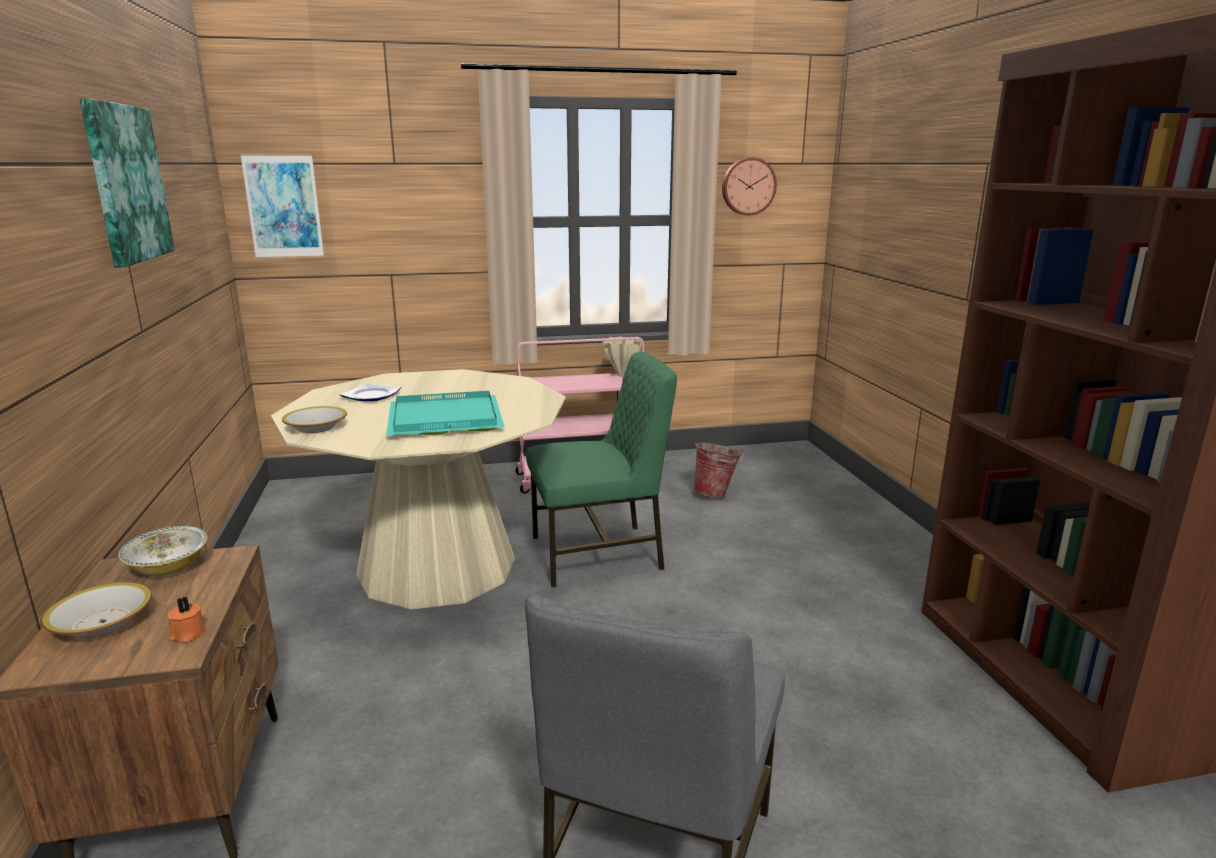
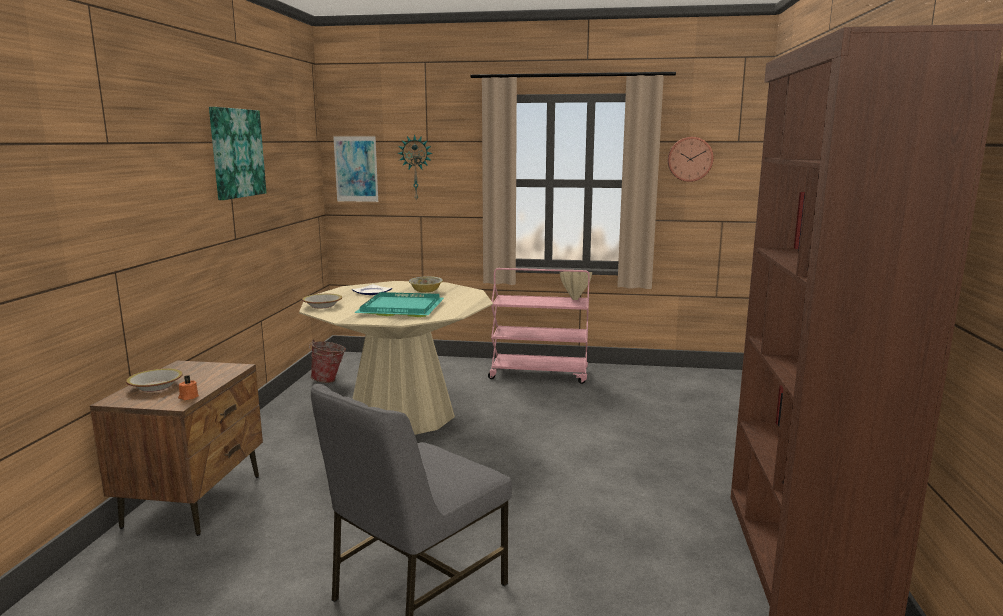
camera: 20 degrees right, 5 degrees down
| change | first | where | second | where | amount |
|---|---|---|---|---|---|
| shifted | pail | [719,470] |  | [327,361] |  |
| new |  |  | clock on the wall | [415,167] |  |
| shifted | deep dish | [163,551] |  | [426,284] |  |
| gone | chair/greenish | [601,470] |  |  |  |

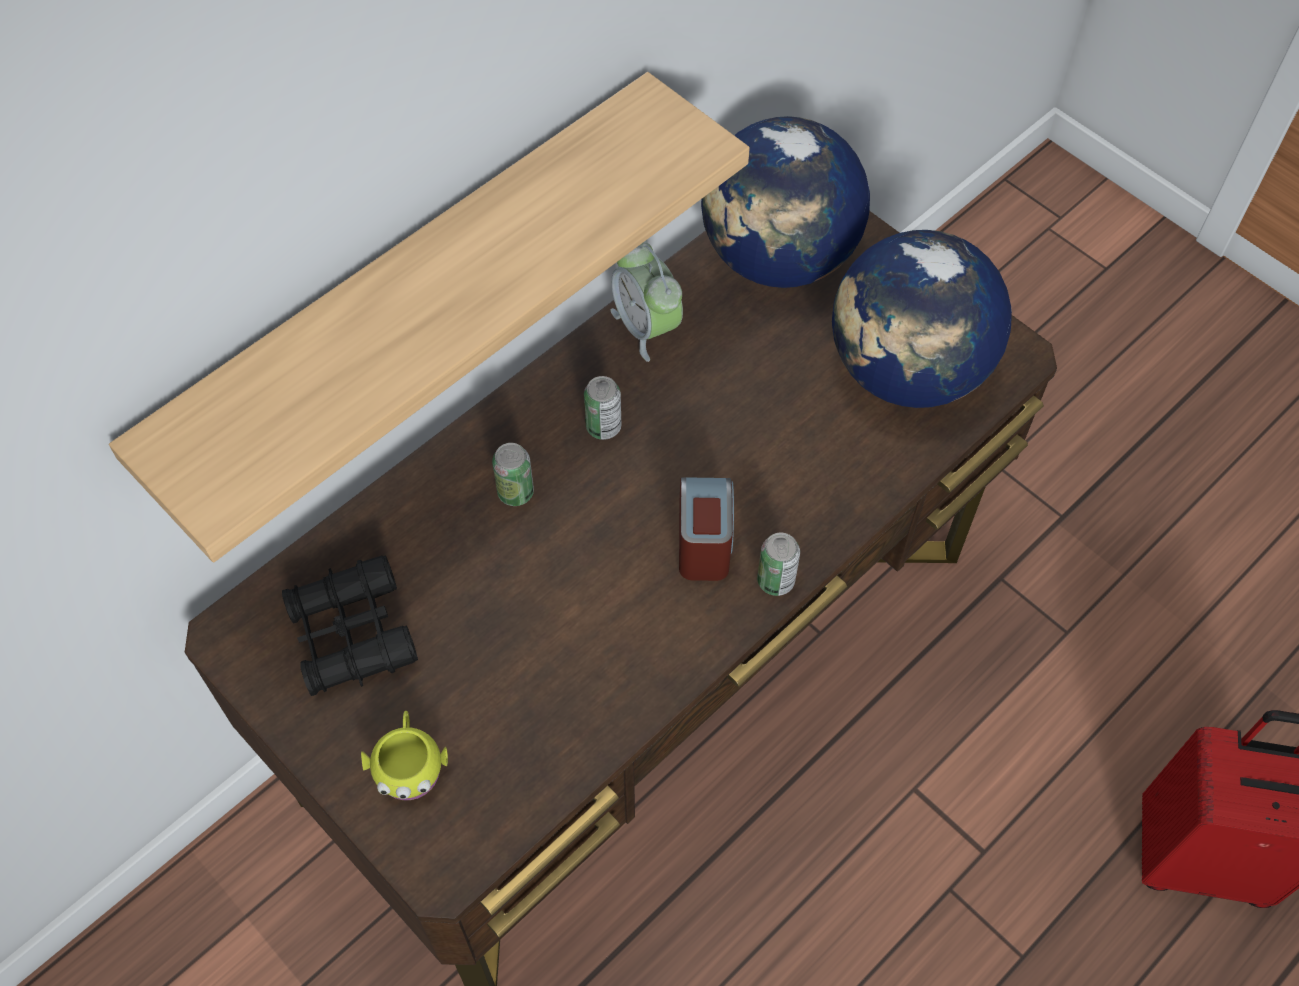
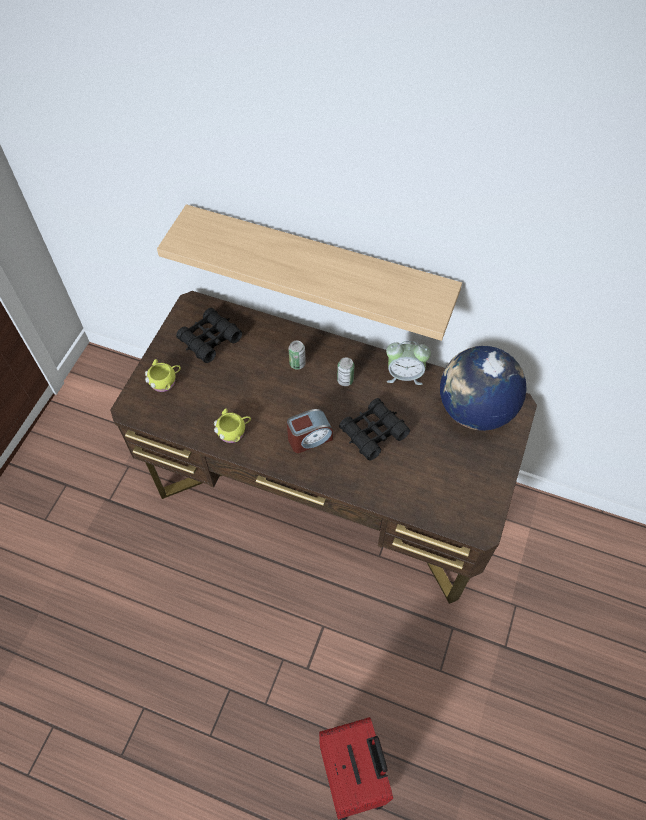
camera: 65 degrees right, 0 degrees up
| change | first | where | second | where | amount |
|---|---|---|---|---|---|
| new |  |  | mug/yellowish | [232,425] |  |
| new |  |  | pair of binoculars/black | [374,429] |  |
| rotated | alarm clock | [646,301] |  | [408,363] | 120 degrees counterclockwise |
| gone | sealed can | [778,564] |  |  |  |
| gone | world globe | [922,319] |  |  |  |

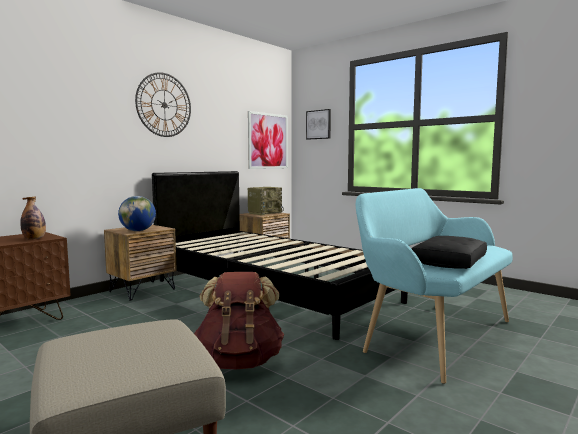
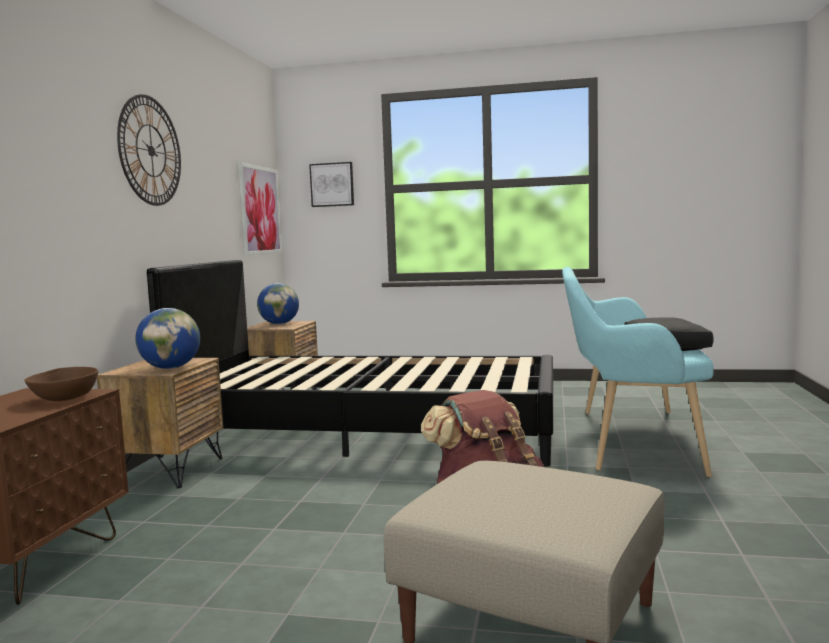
camera: 30 degrees left, 0 degrees up
| change | first | where | second | where | amount |
|---|---|---|---|---|---|
| swapped | bottle | [33,217] | deep dish/brownish | [61,384] |  |
| swapped | radio set | [266,201] | world globe | [278,303] |  |

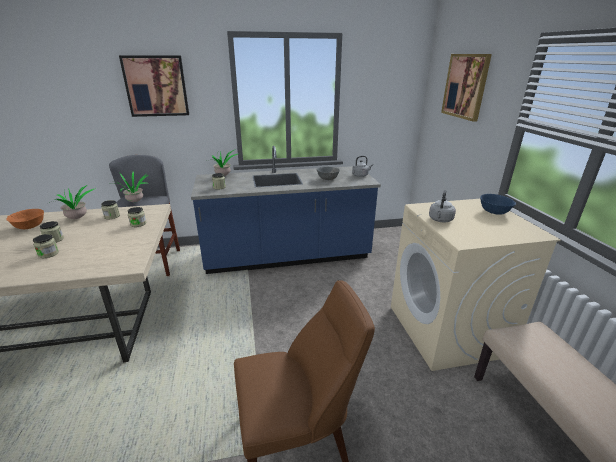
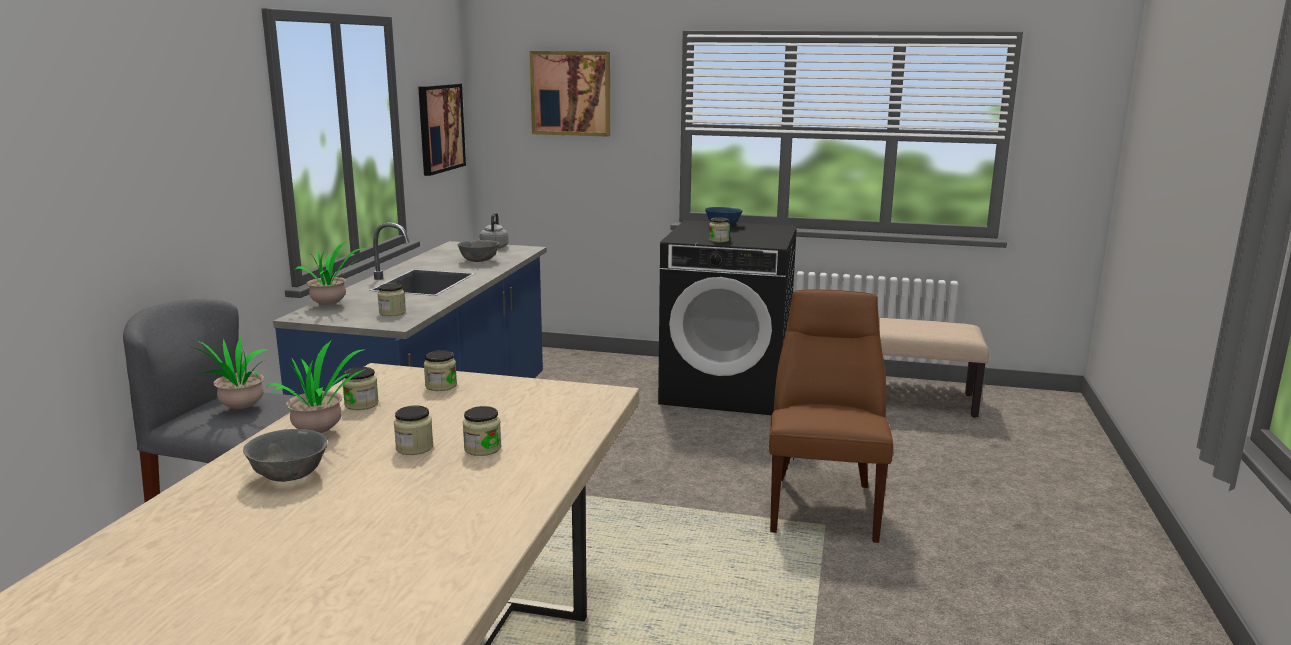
camera: 65 degrees left, 10 degrees down
| change | first | where | second | where | amount |
|---|---|---|---|---|---|
| repainted | deep dish/orange-coloured | [25,219] | deep dish/gray | [285,455] |  |
| shifted | picture | [154,86] |  | [442,130] |  |
| repainted | laundry machine/sand-coloured | [476,285] | laundry machine/black | [727,317] |  |
| swapped | kettle/gray | [442,206] | preserve jar | [719,230] |  |

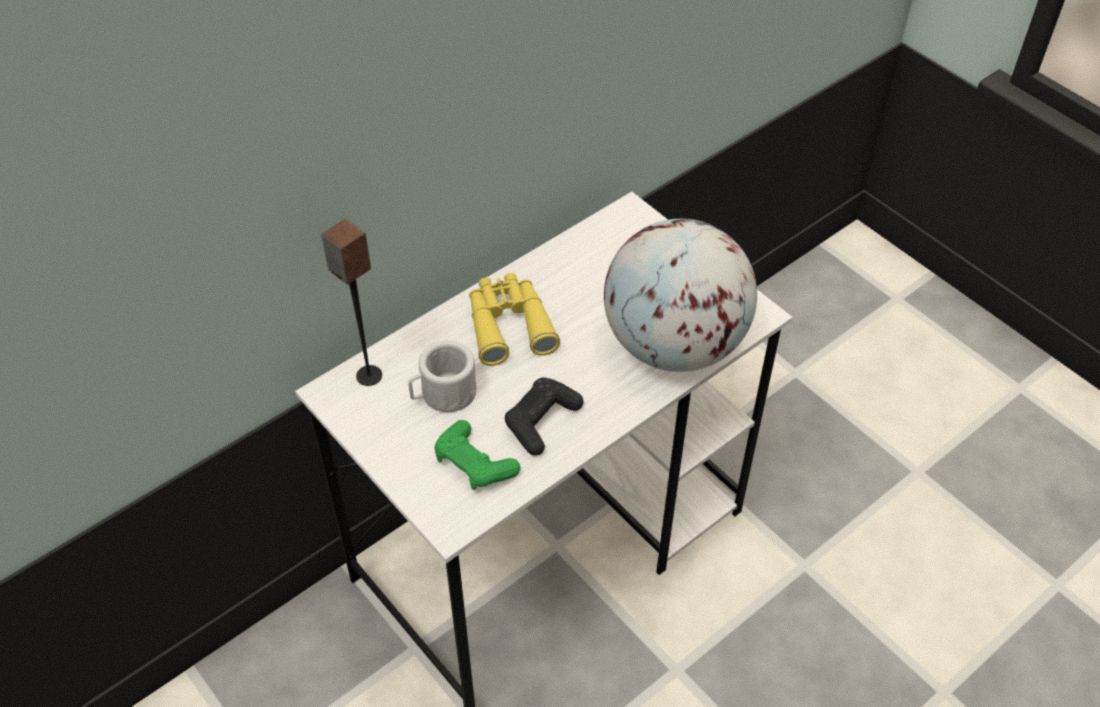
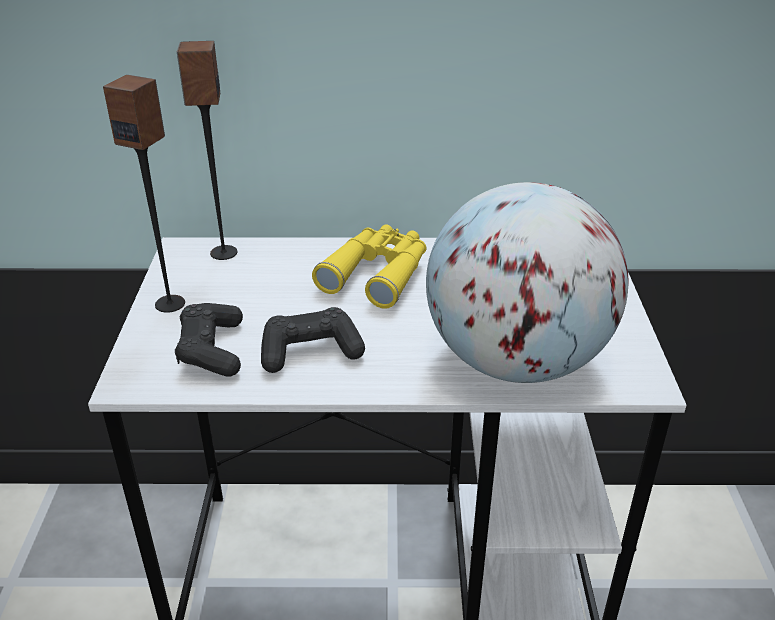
camera: 40 degrees right, 15 degrees down
| change | first | where | second | where | amount |
|---|---|---|---|---|---|
| new |  |  | audio speaker | [144,194] |  |
| repainted | joypad/greenish | [477,455] | joypad/black | [209,340] |  |
| gone | mug/white | [442,376] |  |  |  |

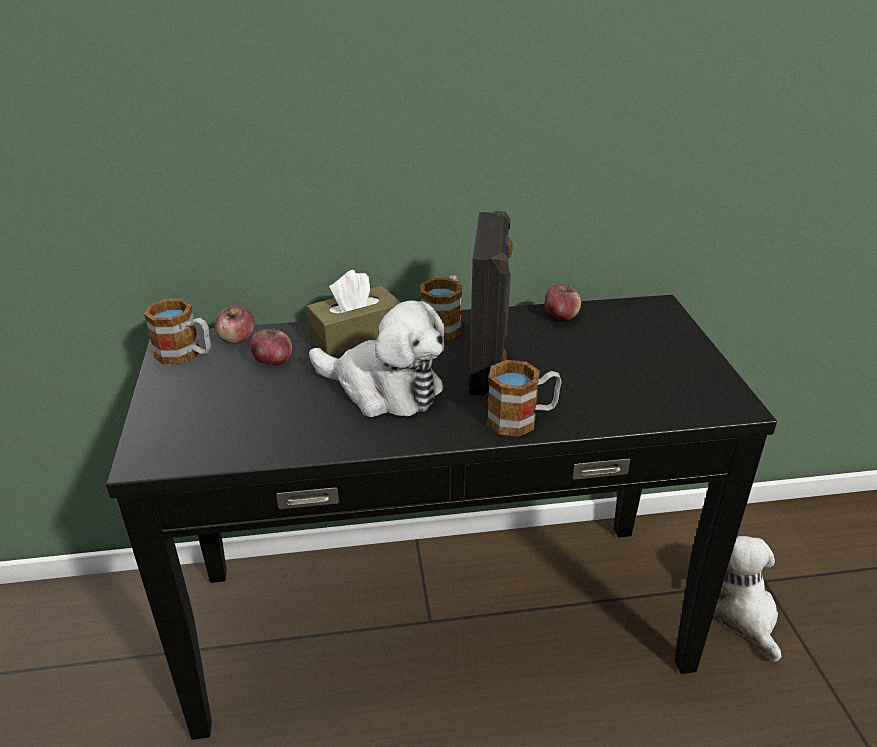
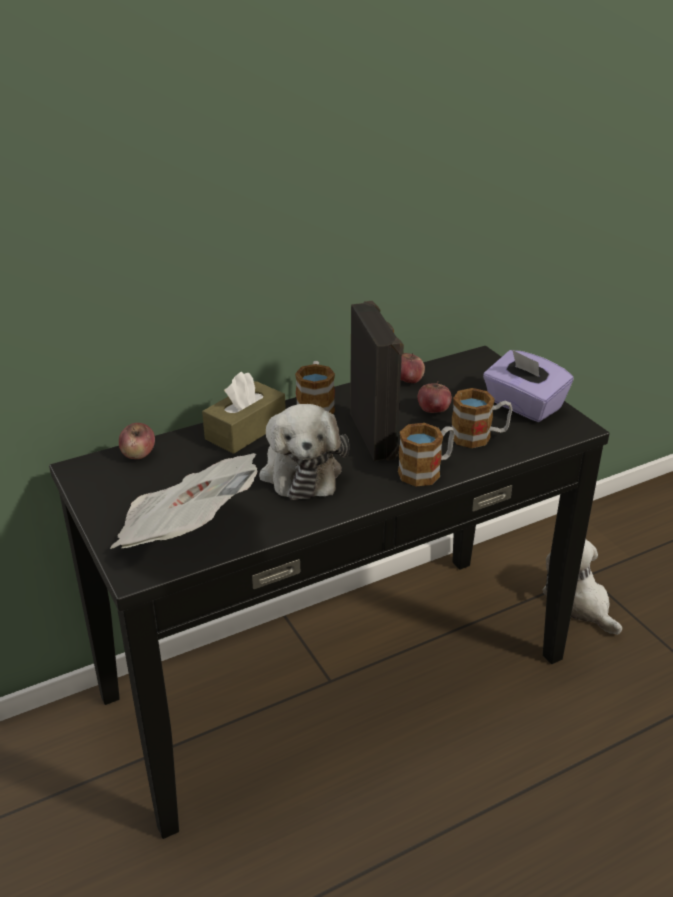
camera: 20 degrees left, 0 degrees up
| change | first | where | second | where | amount |
|---|---|---|---|---|---|
| new |  |  | daily paper | [184,501] |  |
| rotated | cuddly toy | [377,358] |  | [304,452] | 75 degrees clockwise |
| shifted | apple | [271,346] |  | [435,397] |  |
| shifted | mug | [177,332] |  | [482,418] |  |
| new |  |  | box of tissues/purple | [528,385] |  |

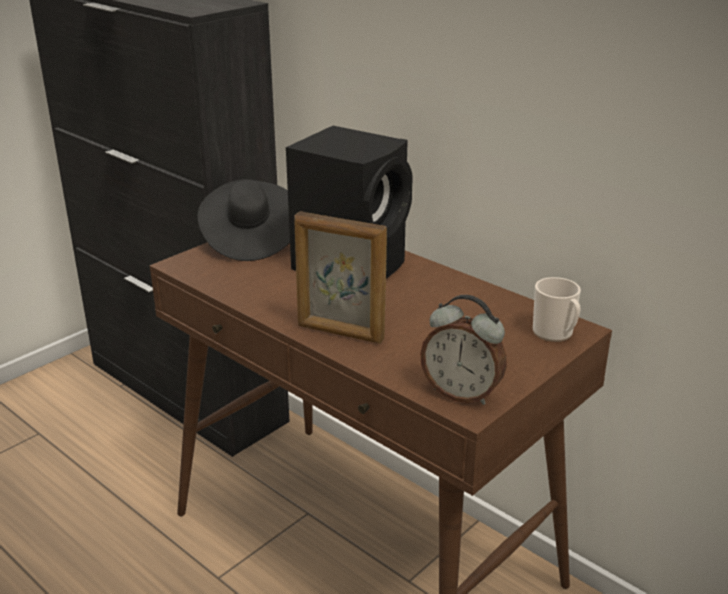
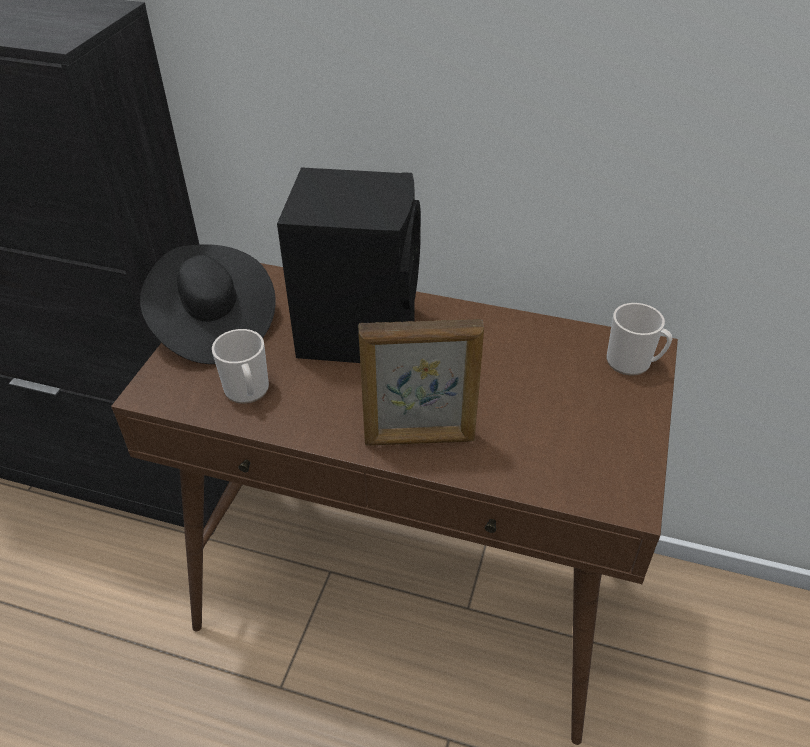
camera: 25 degrees left, 15 degrees up
| change | first | where | second | where | amount |
|---|---|---|---|---|---|
| new |  |  | mug | [240,366] |  |
| gone | alarm clock | [463,350] |  |  |  |

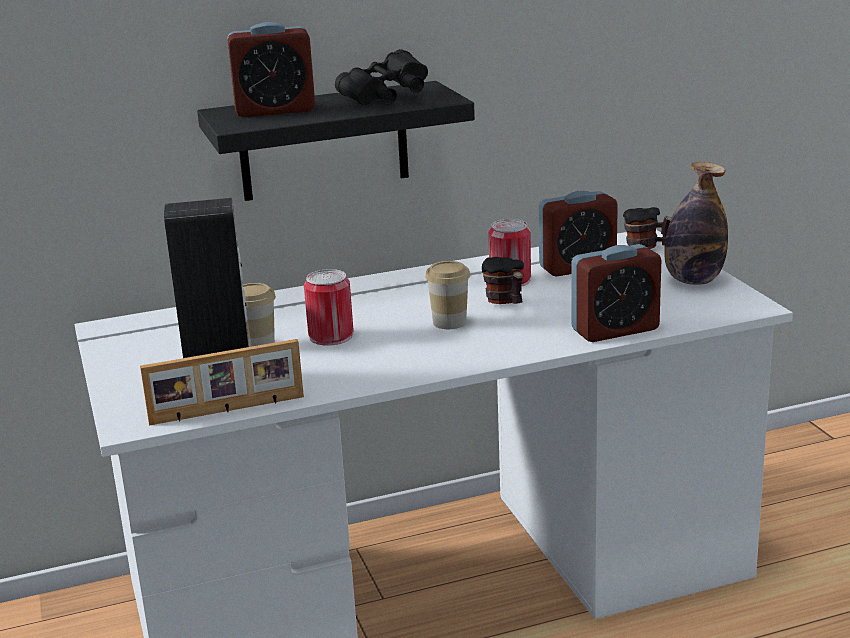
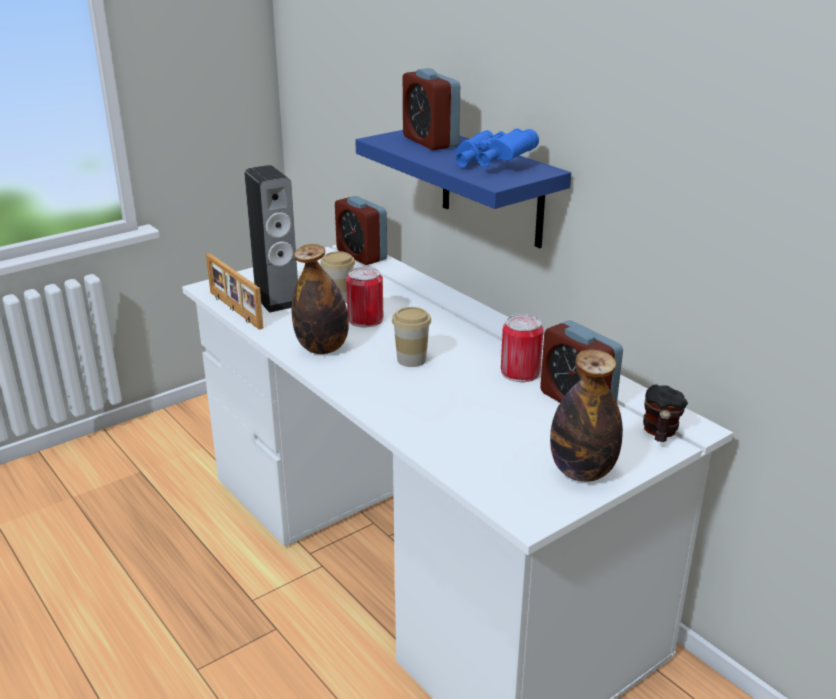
camera: 70 degrees right, 5 degrees up
| change | first | where | second | where | amount |
|---|---|---|---|---|---|
| new |  |  | bottle | [320,299] |  |
| shifted | alarm clock | [616,293] |  | [361,230] |  |
| repainted | bracket shelf/black | [336,141] | bracket shelf/bluish | [463,189] |  |
| repainted | pair of binoculars/black | [381,77] | pair of binoculars/bluish | [497,147] |  |
| gone | mug | [503,280] |  |  |  |

